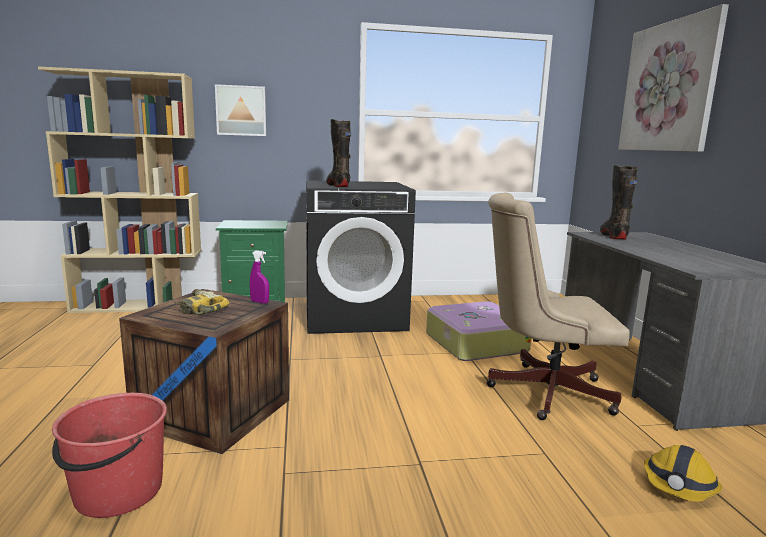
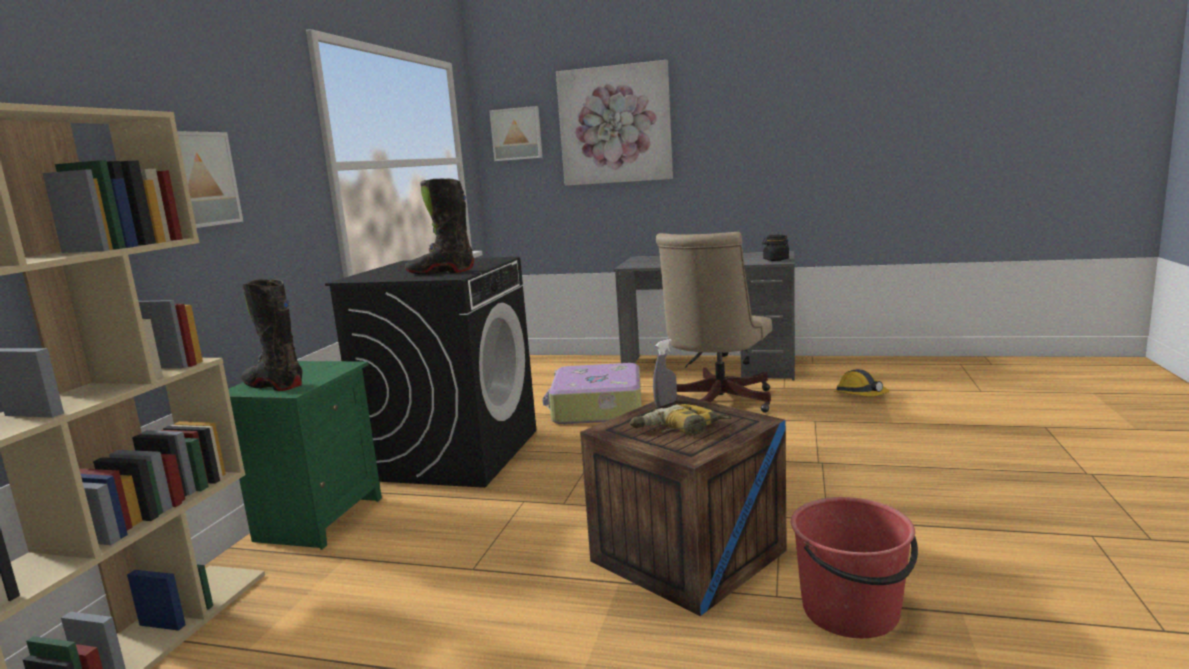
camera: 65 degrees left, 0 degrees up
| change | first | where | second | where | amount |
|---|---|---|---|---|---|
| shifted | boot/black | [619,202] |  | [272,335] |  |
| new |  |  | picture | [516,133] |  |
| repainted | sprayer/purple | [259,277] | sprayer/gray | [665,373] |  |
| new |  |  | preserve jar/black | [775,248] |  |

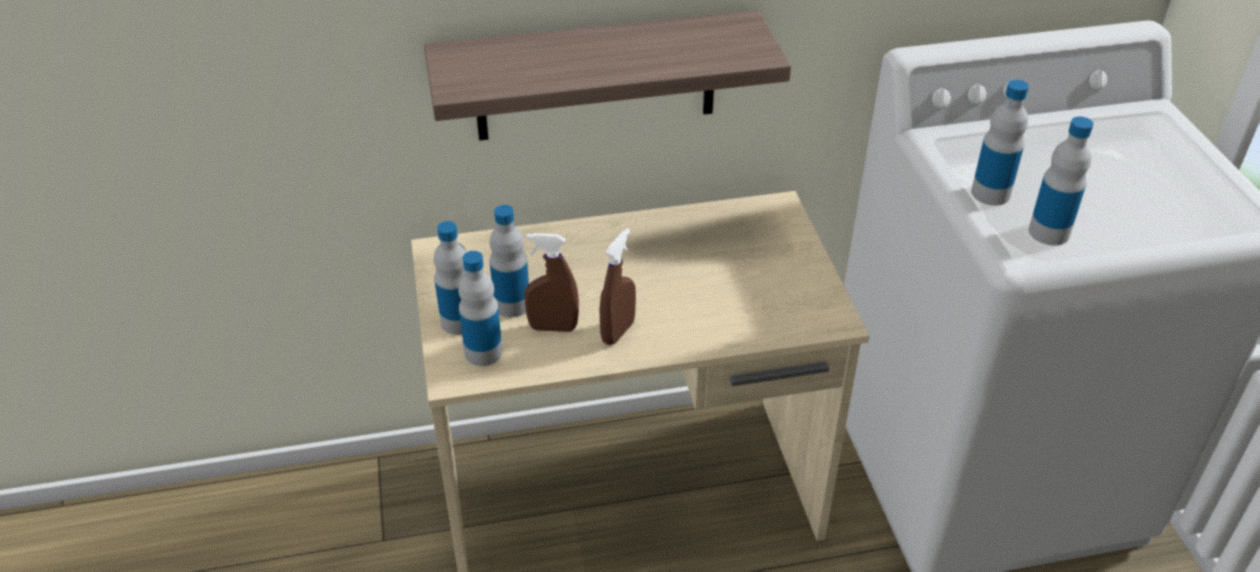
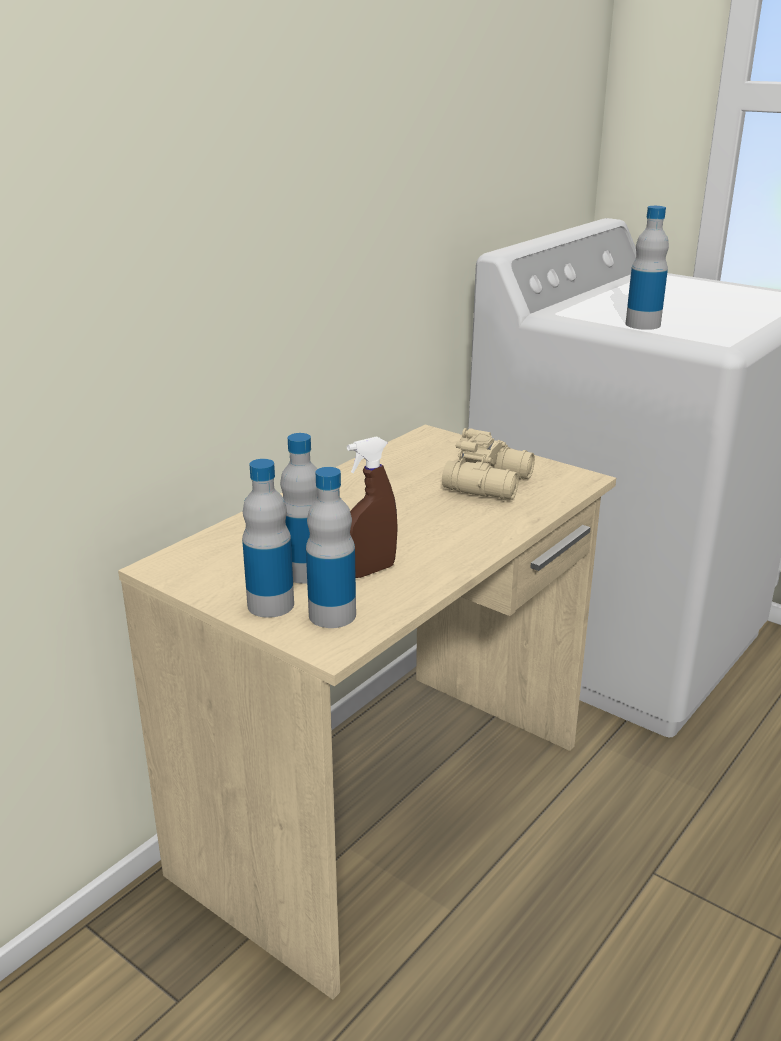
camera: 40 degrees left, 15 degrees down
| change | first | where | second | where | amount |
|---|---|---|---|---|---|
| new |  |  | pair of binoculars/sand-coloured | [488,464] |  |
| gone | bracket shelf | [607,75] |  |  |  |
| gone | sprayer/brownish | [617,286] |  |  |  |
| gone | bottle | [1061,181] |  |  |  |

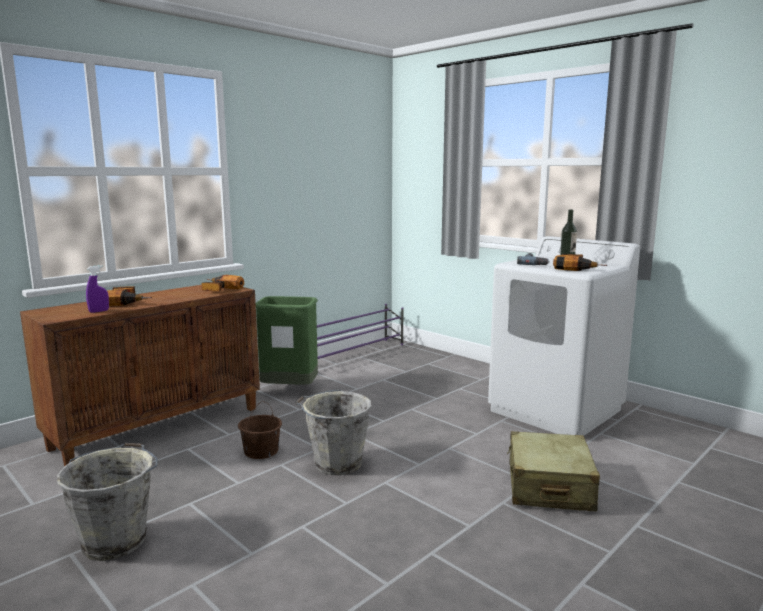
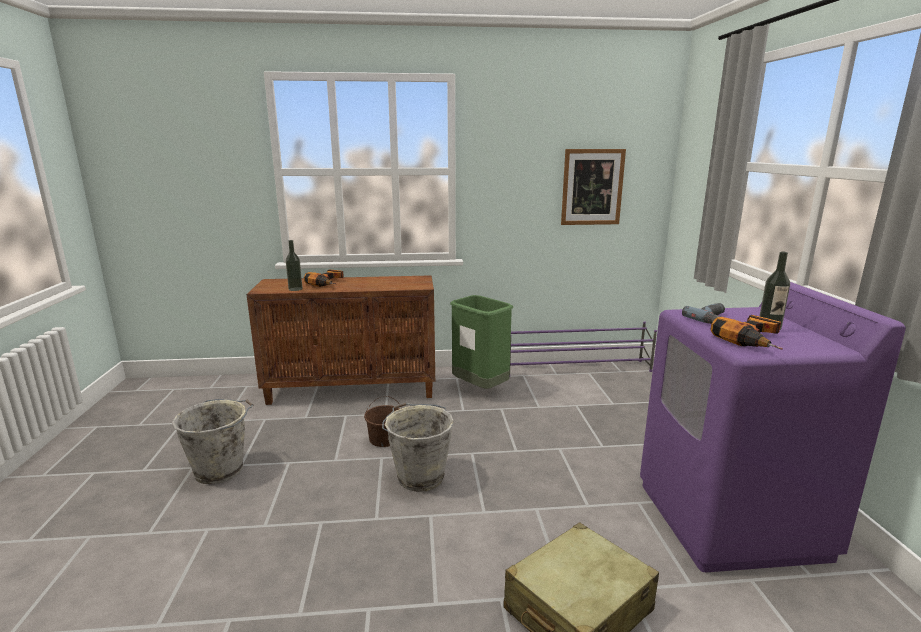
camera: 40 degrees right, 5 degrees up
| change | first | where | second | where | amount |
|---|---|---|---|---|---|
| swapped | sprayer/purple | [97,289] | bottle | [294,265] |  |
| new |  |  | picture | [593,187] |  |
| repainted | laundry machine/white | [564,336] | laundry machine/purple | [773,427] |  |
| gone | power drill | [222,283] |  |  |  |

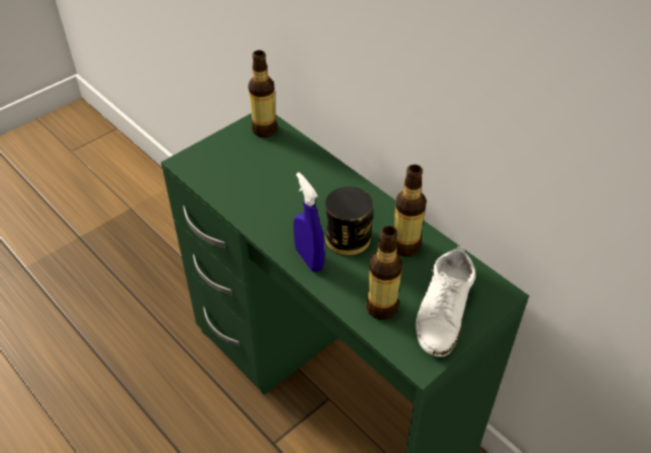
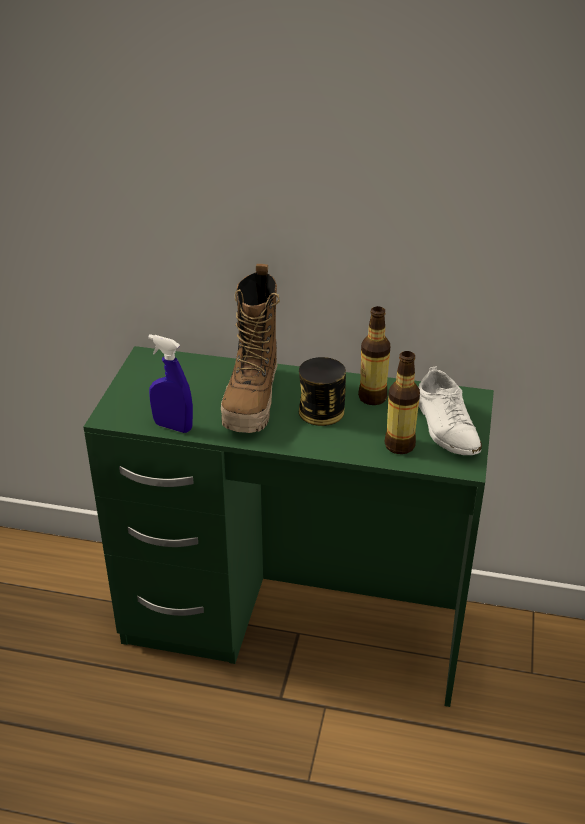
camera: 35 degrees left, 10 degrees down
| change | first | where | second | where | amount |
|---|---|---|---|---|---|
| shifted | sprayer/bluish | [309,222] |  | [170,383] |  |
| new |  |  | boot | [250,348] |  |
| gone | bottle | [262,93] |  |  |  |

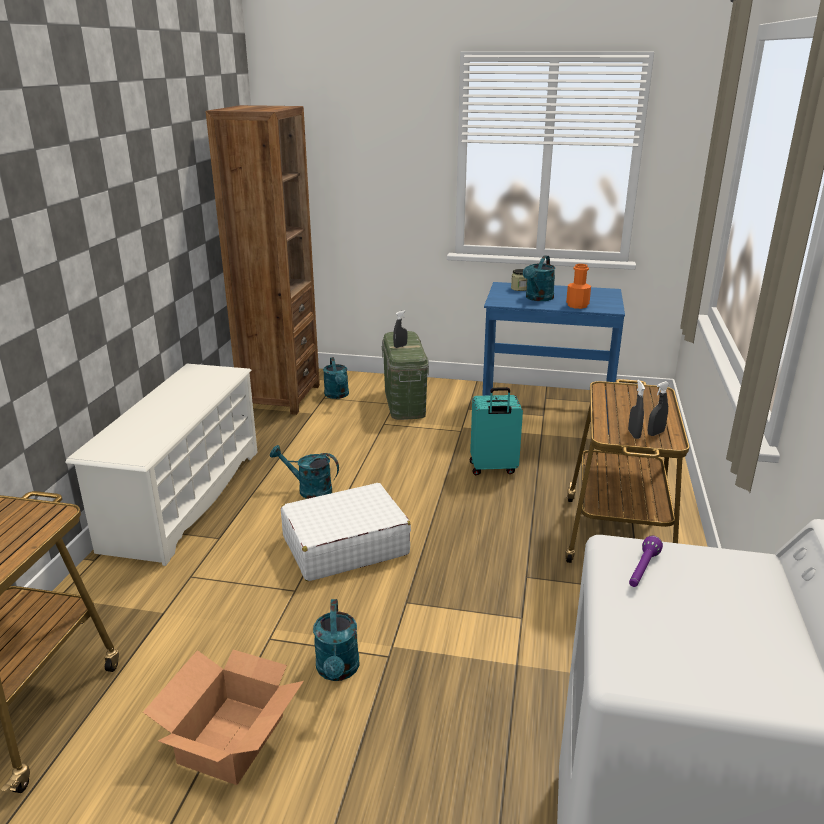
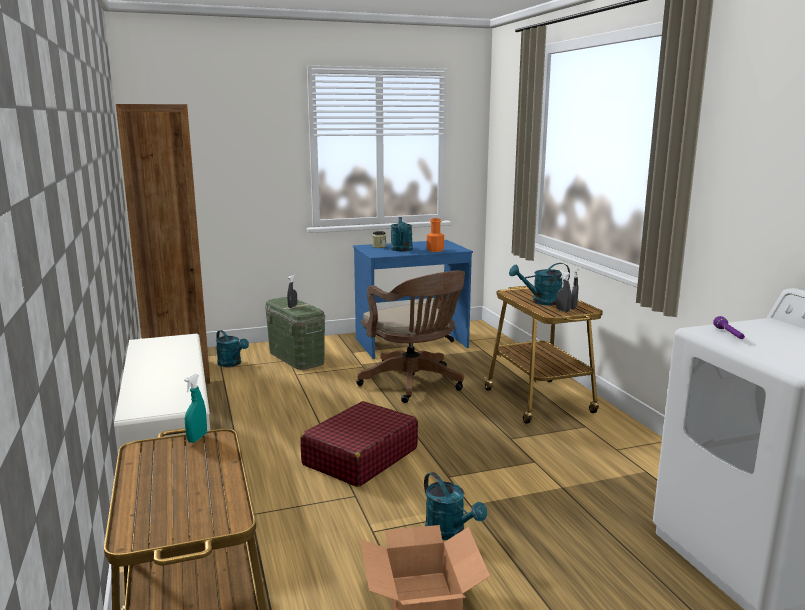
camera: 30 degrees left, 10 degrees down
| change | first | where | second | where | amount |
|---|---|---|---|---|---|
| new |  |  | sprayer/blue-green | [195,408] |  |
| repainted | travel case/white | [346,532] | travel case/red-coloured | [359,444] |  |
| swapped | travel case/blue-green | [496,431] | desk chair/brownish | [410,337] |  |
| shifted | watering can/blue-green | [304,472] |  | [539,284] |  |

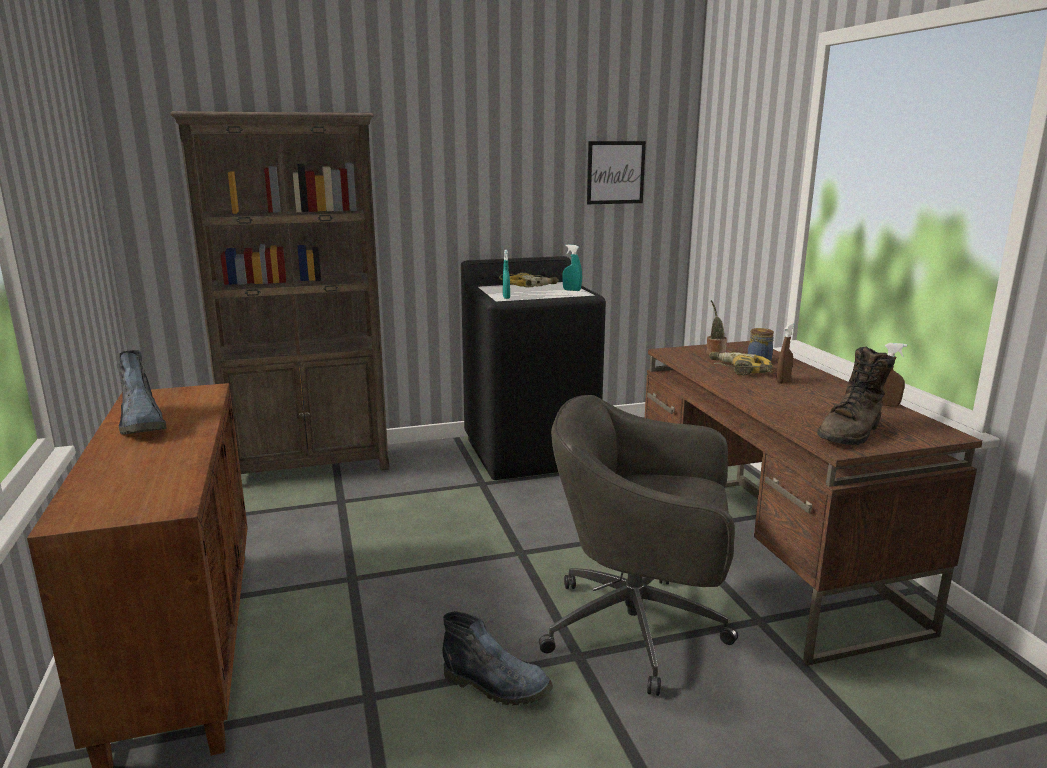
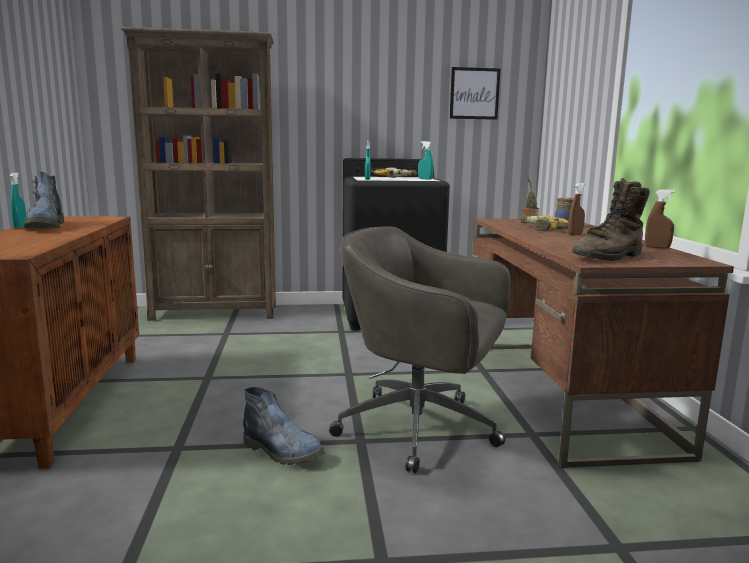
camera: 10 degrees right, 5 degrees down
| change | first | where | second | where | amount |
|---|---|---|---|---|---|
| new |  |  | sprayer/blue-green | [18,200] |  |

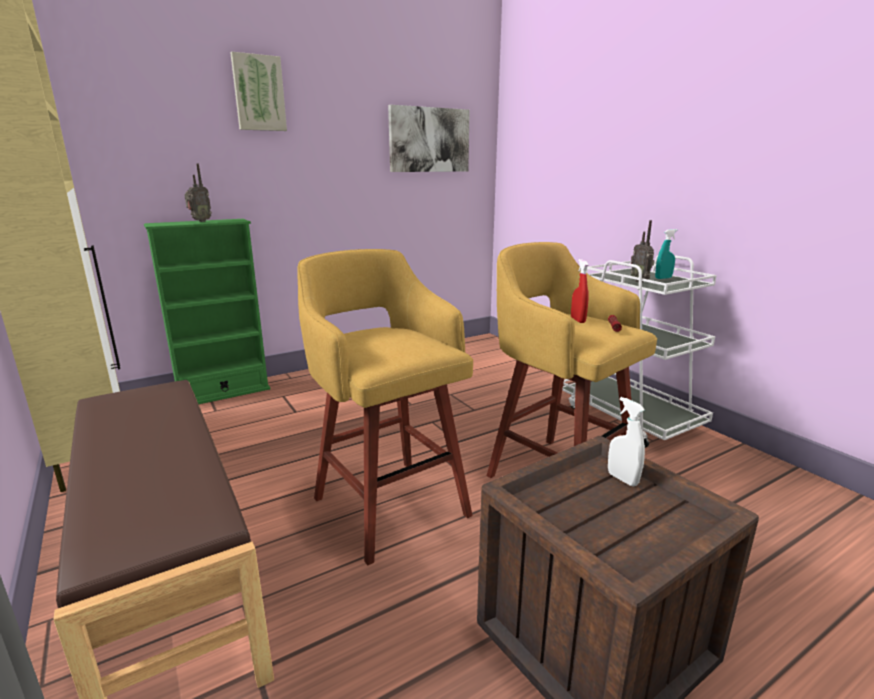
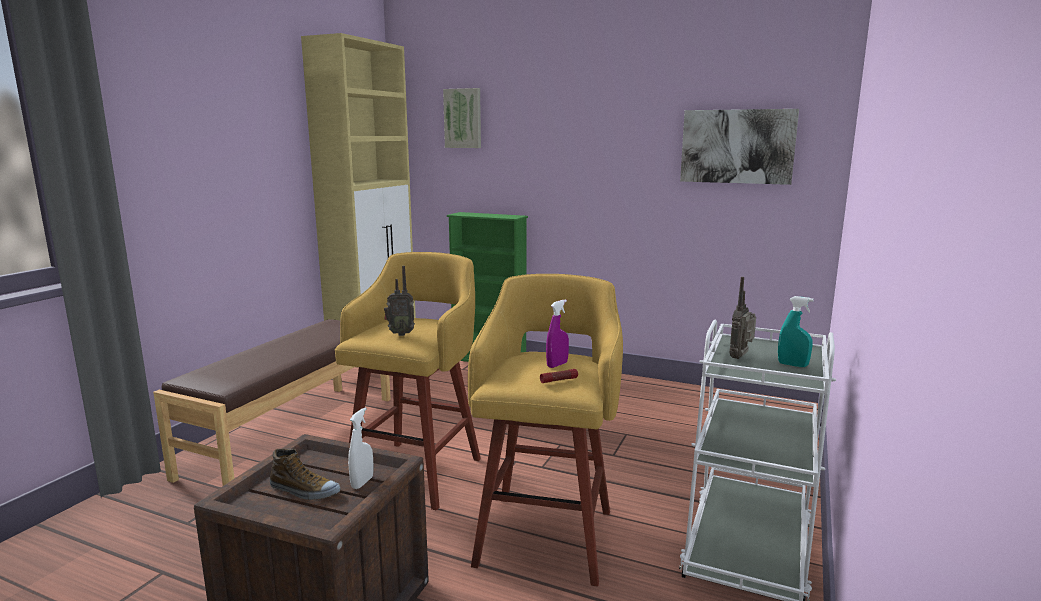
camera: 55 degrees right, 5 degrees down
| change | first | where | second | where | amount |
|---|---|---|---|---|---|
| new |  |  | item of footwear | [305,474] |  |
| shifted | radio set | [198,193] |  | [399,301] |  |
| shifted | picture | [259,91] |  | [462,118] |  |
| repainted | sprayer/red-coloured | [580,291] | sprayer/purple | [557,333] |  |

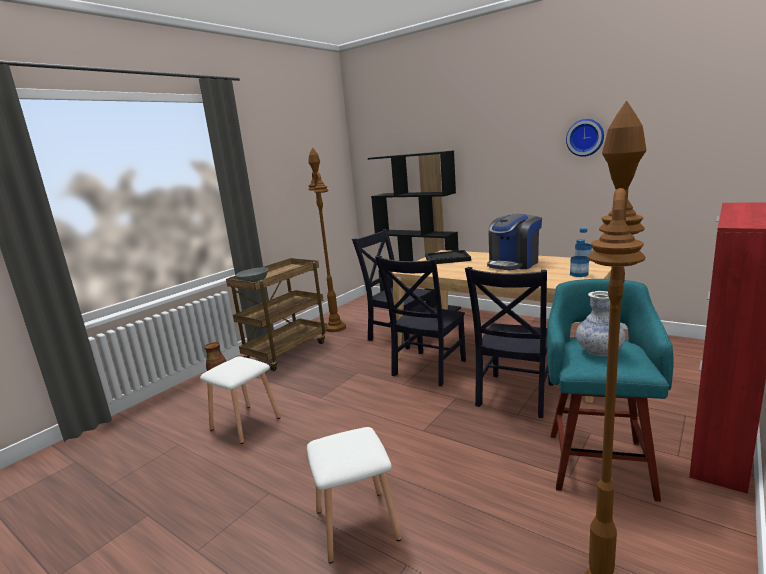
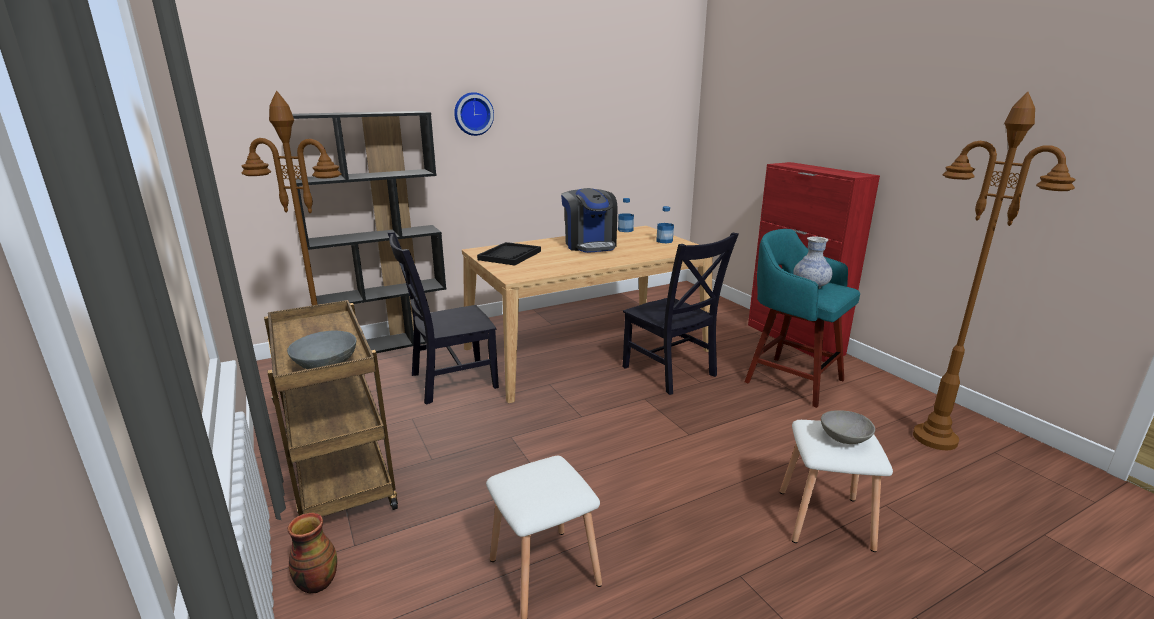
camera: 65 degrees left, 5 degrees up
| change | first | where | second | where | amount |
|---|---|---|---|---|---|
| shifted | clock on the wall | [585,138] |  | [474,114] |  |
| new |  |  | deep dish/gray | [848,427] |  |
| gone | chair/black | [420,321] |  |  |  |

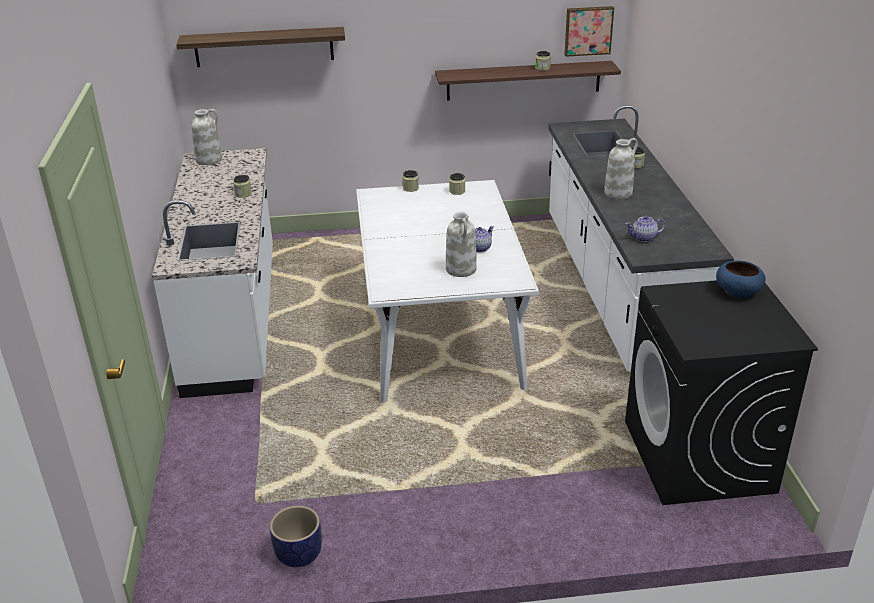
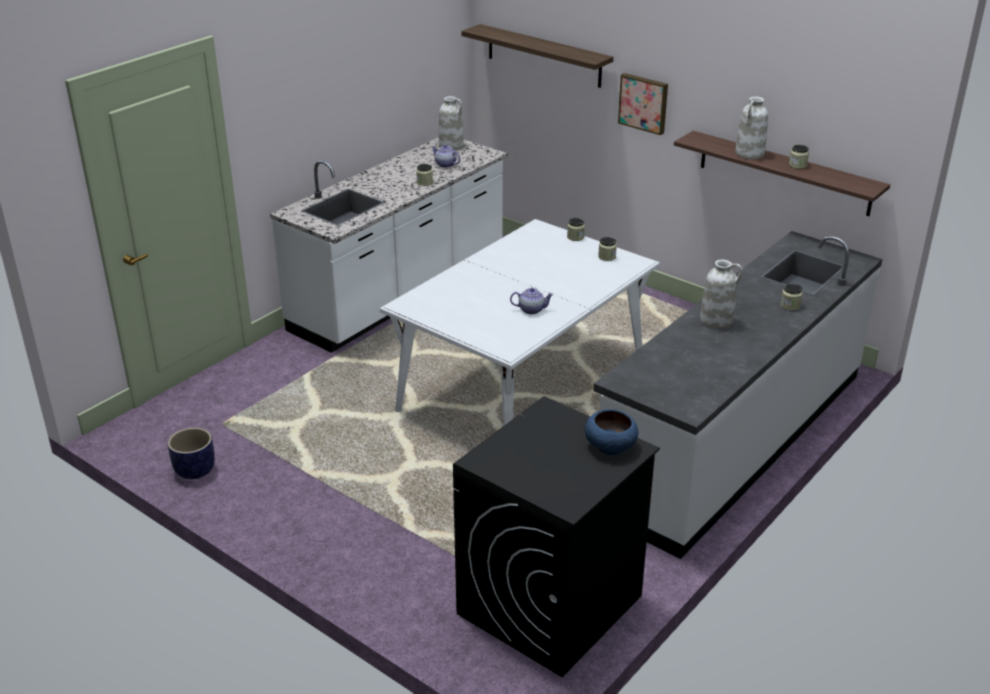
camera: 45 degrees right, 0 degrees up
| change | first | where | second | where | amount |
|---|---|---|---|---|---|
| shifted | teapot | [645,229] |  | [445,156] |  |
| shifted | picture | [589,31] |  | [643,104] |  |
| shifted | decorative vase/white | [461,244] |  | [751,128] |  |

